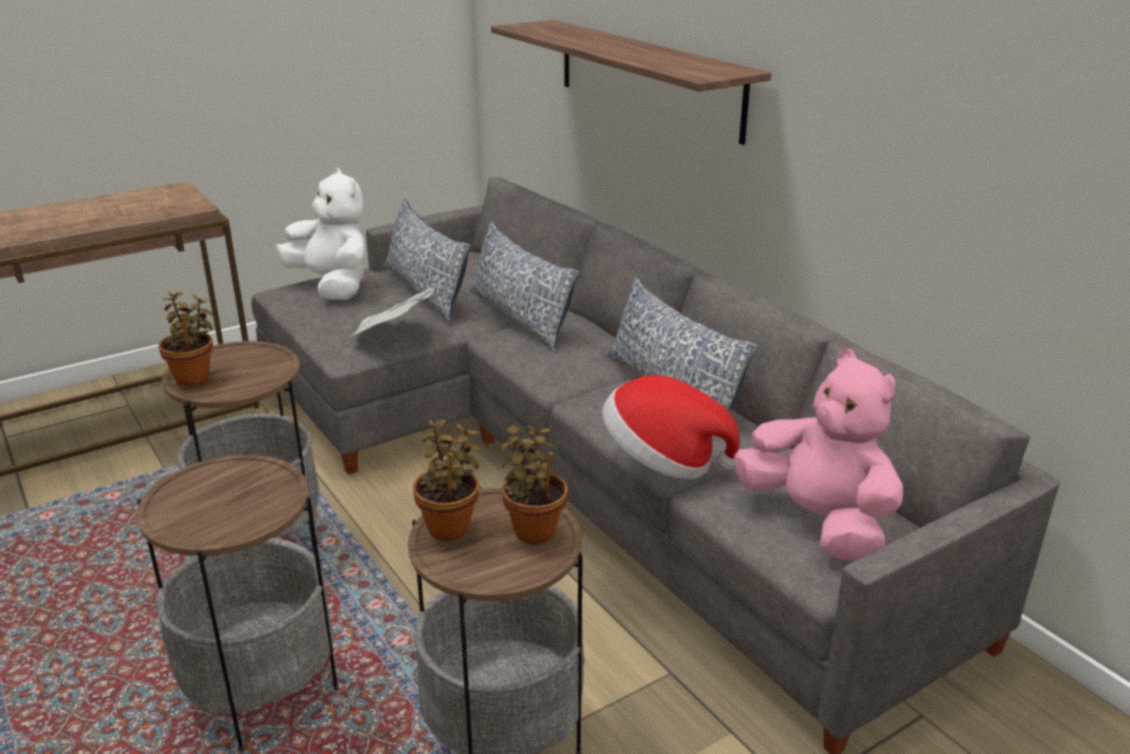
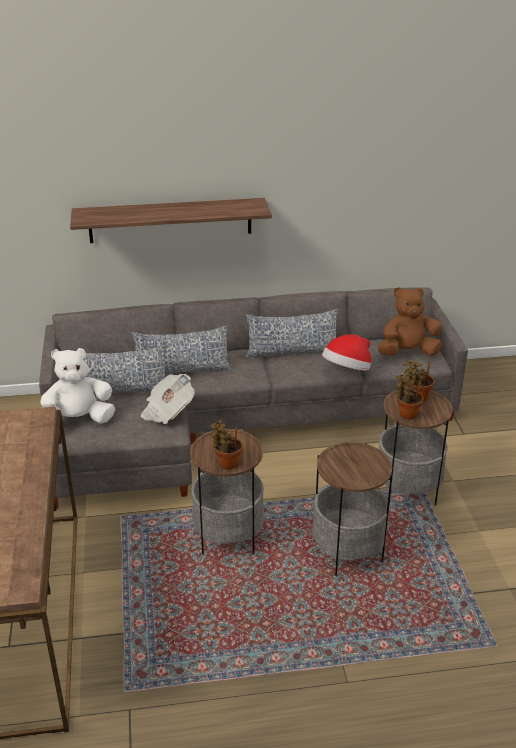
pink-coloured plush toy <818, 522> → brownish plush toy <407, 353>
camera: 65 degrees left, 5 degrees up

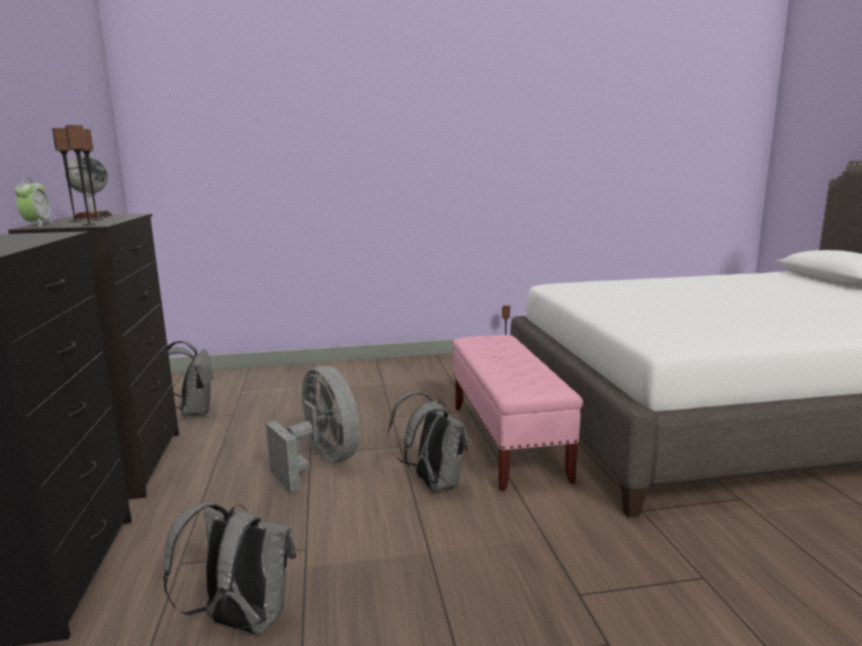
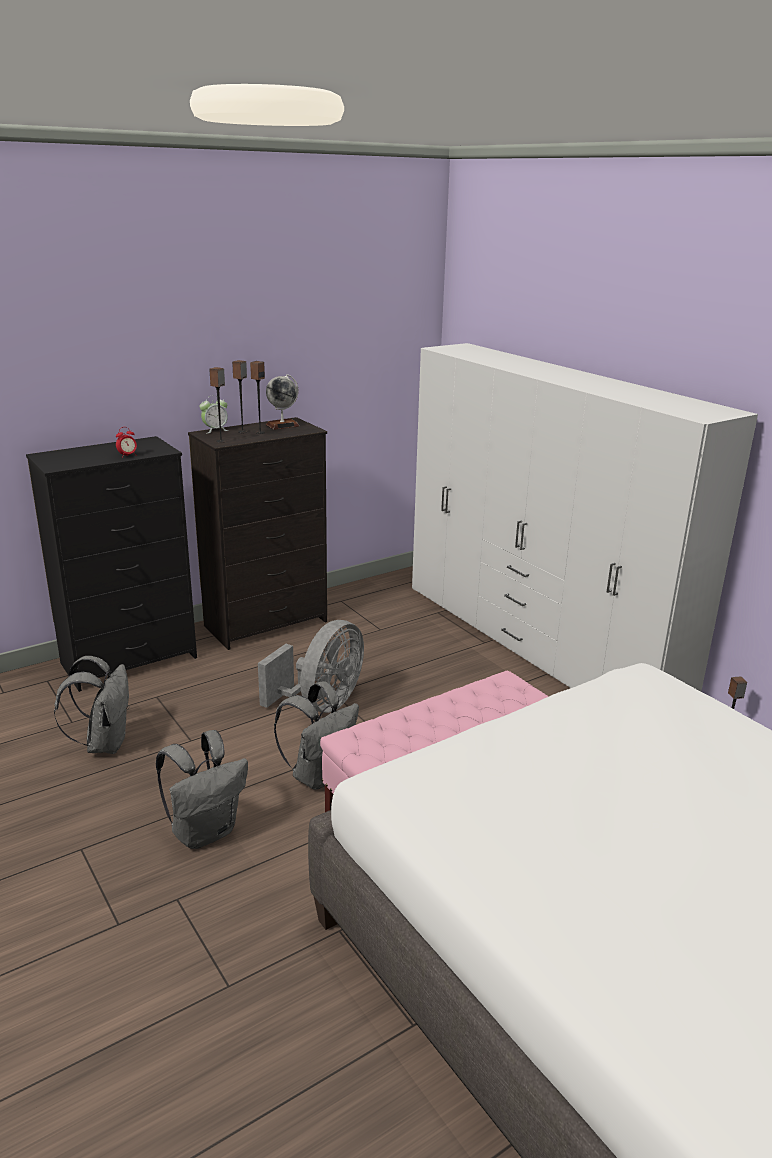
gray rucksack <193, 412> → gray rucksack <205, 831>, moved
- → alarm clock <127, 455>
- → white-coloured clothes cupboard <535, 646>
camera: 65 degrees right, 10 degrees up

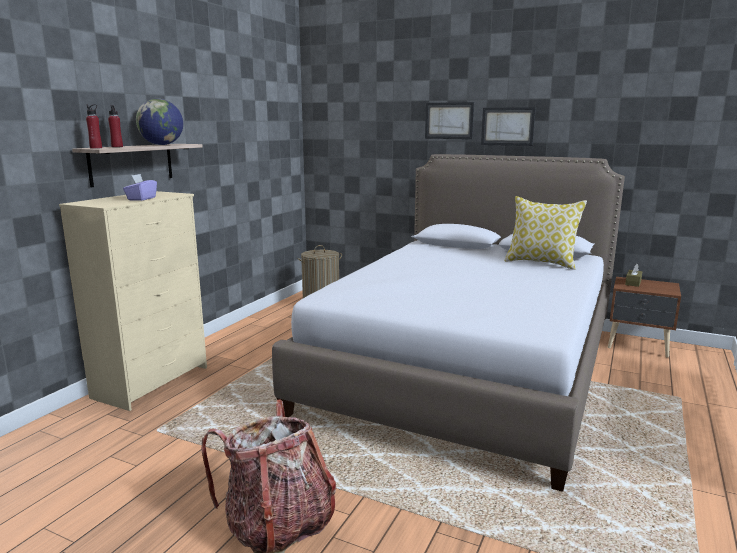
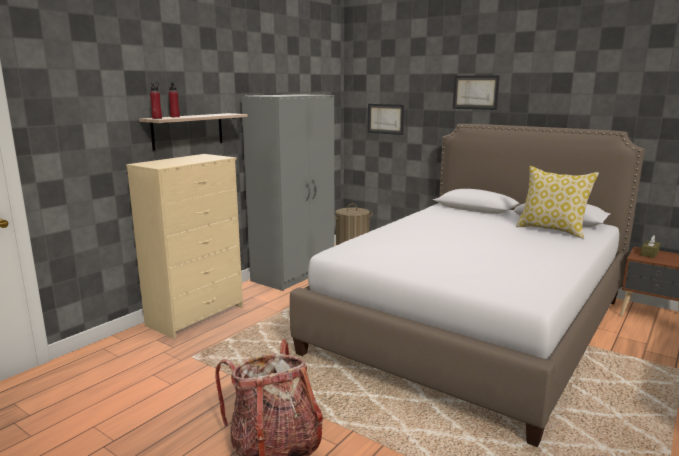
purple tissue box <141, 199> → -
desk globe <162, 145> → -
wall picture <507, 126> → wall picture <385, 119>, moved
- → gray clothes cupboard <294, 274>
camera: 10 degrees right, 0 degrees up

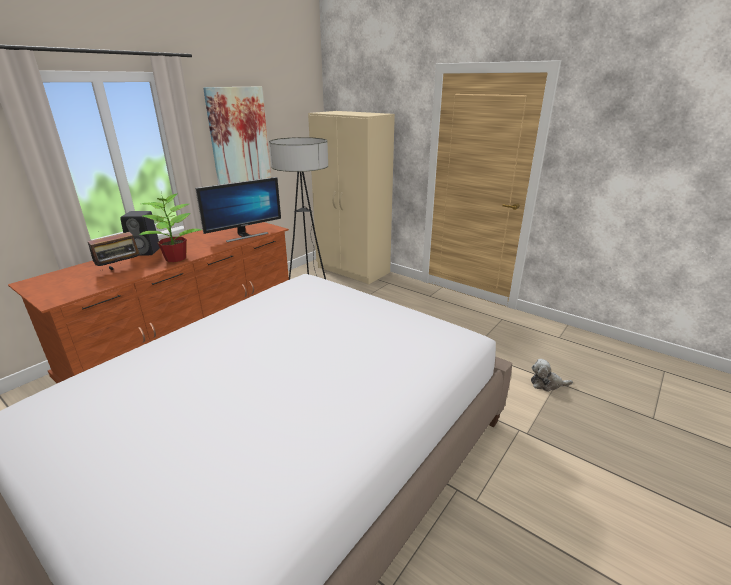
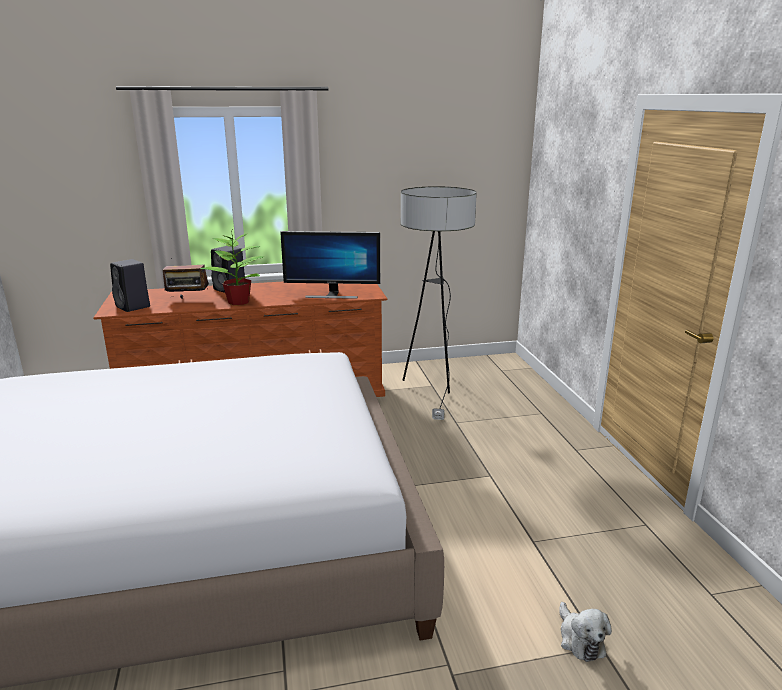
wall picture <239, 141> → -
beige clothes cupboard <353, 270> → -
plush toy <547, 384> → plush toy <580, 639>, 150 degrees counterclockwise
- → black loudspeaker <133, 307>
camera: 40 degrees right, 5 degrees down

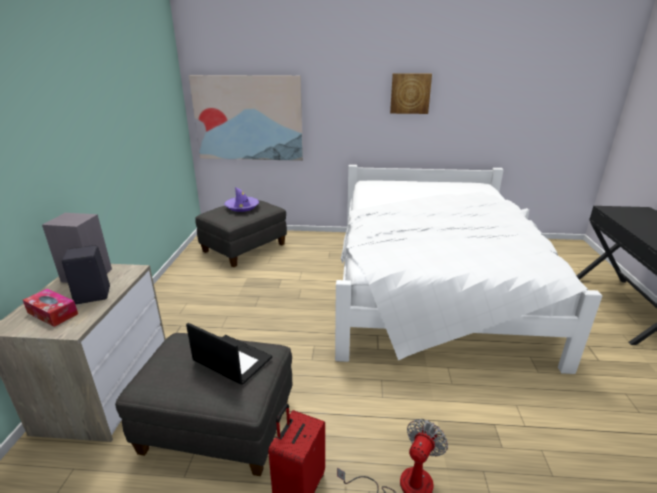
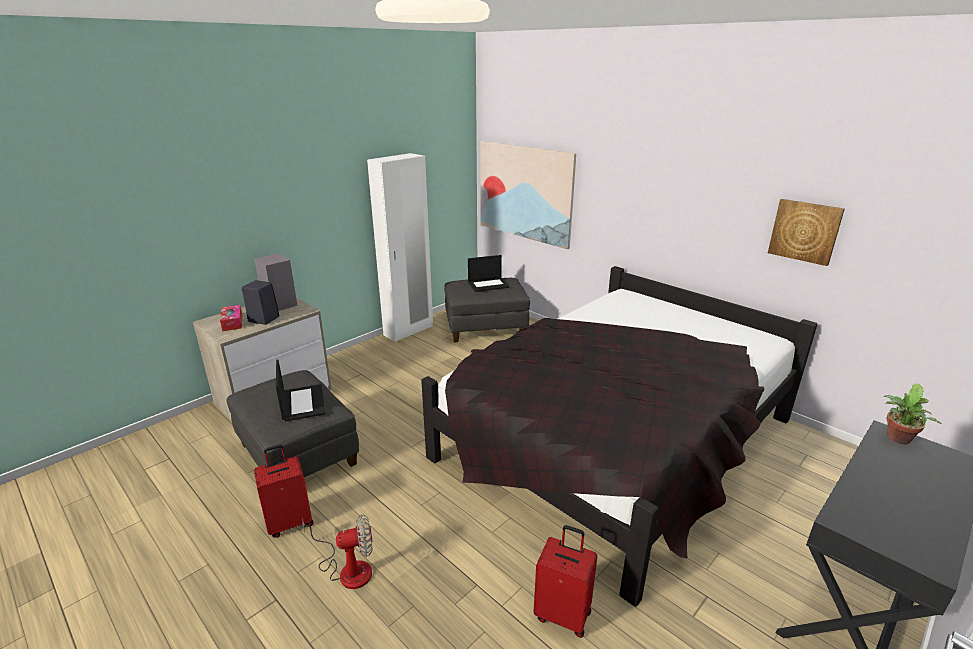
purple clothing hat <242, 207> → notebook computer <488, 284>
white-coloured bedroom bed <432, 285> → black bedroom bed <616, 440>
wall picture <410, 93> → wall picture <805, 231>, moved
- → white-coloured clothes cupboard <408, 331>
- → reddish piece of luggage <563, 614>
- → houseplant <897, 439>
camera: 40 degrees right, 0 degrees up

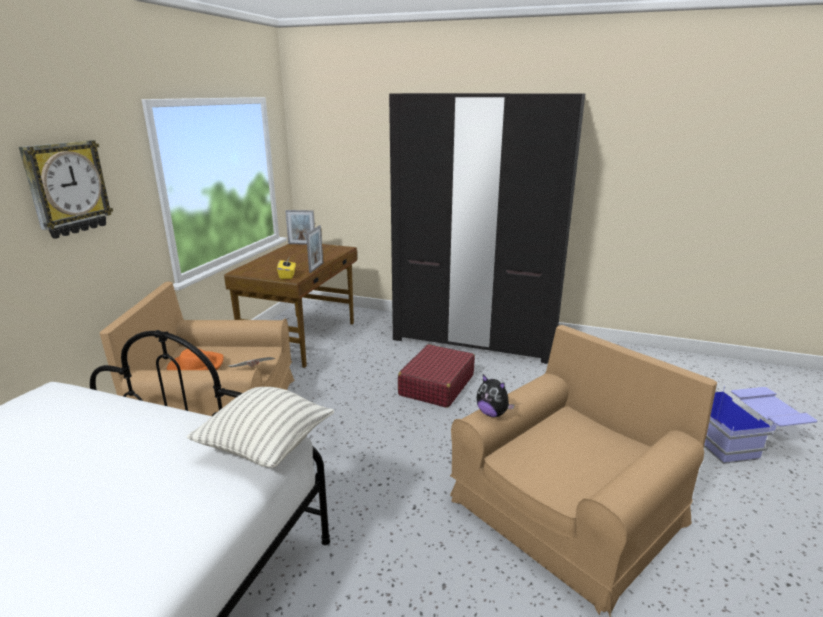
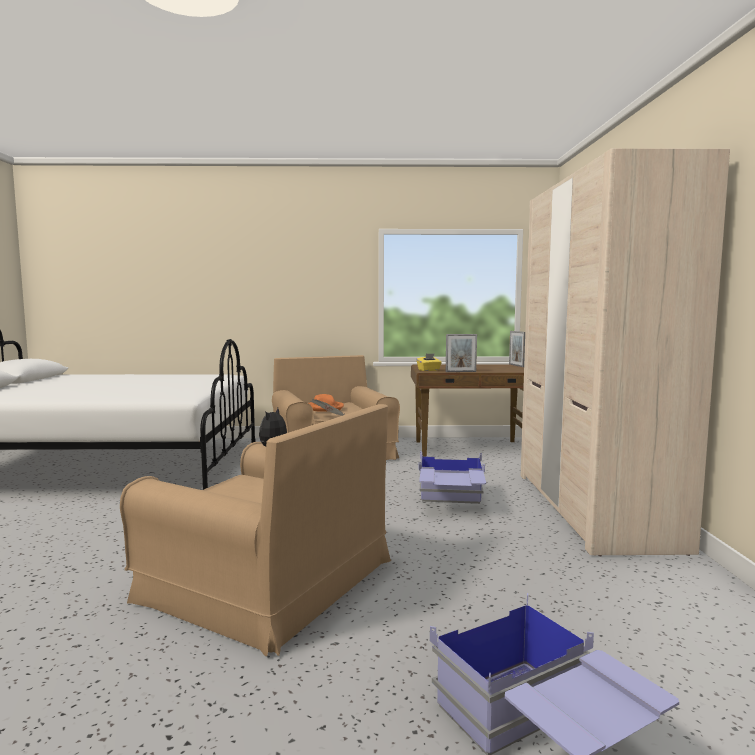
wall clock <67, 188> → -
pillow <266, 447> → -
black clothes cupboard <475, 338> → beige clothes cupboard <592, 508>
reddish piece of luggage <436, 385> → blue-coloured storage container <450, 504>
camera: 70 degrees right, 15 degrees down

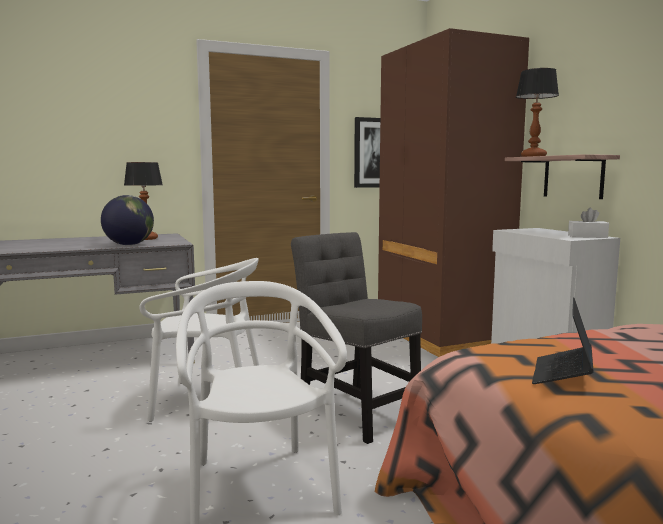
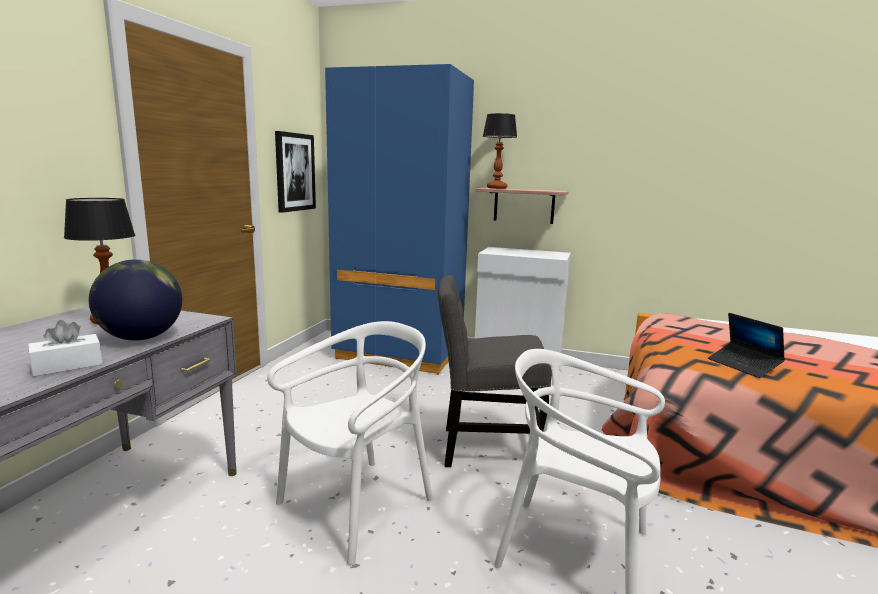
brownish clothes cupboard <440, 336> → blue-coloured clothes cupboard <399, 353>
white-coloured tissue box <587, 236> → white-coloured tissue box <67, 366>, moved
camera: 50 degrees left, 5 degrees up

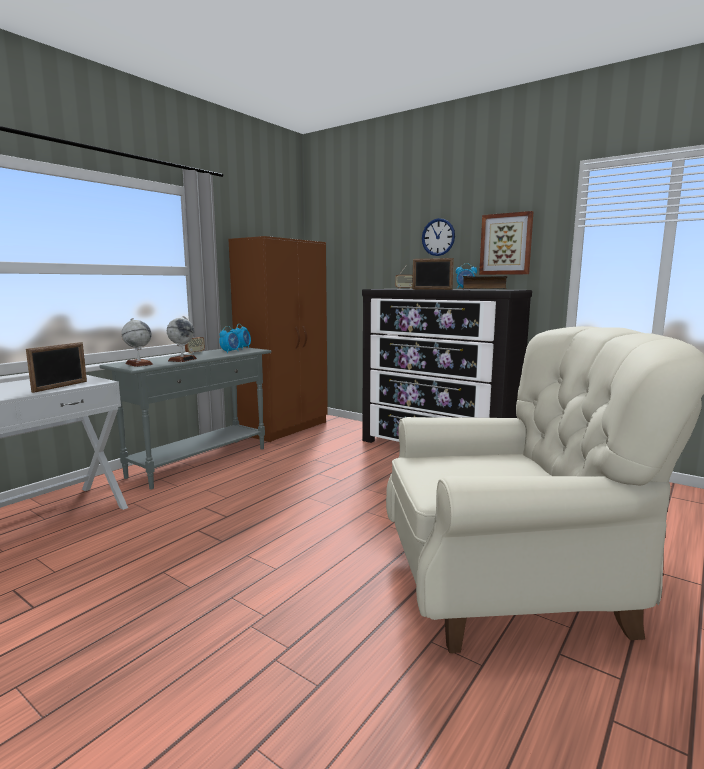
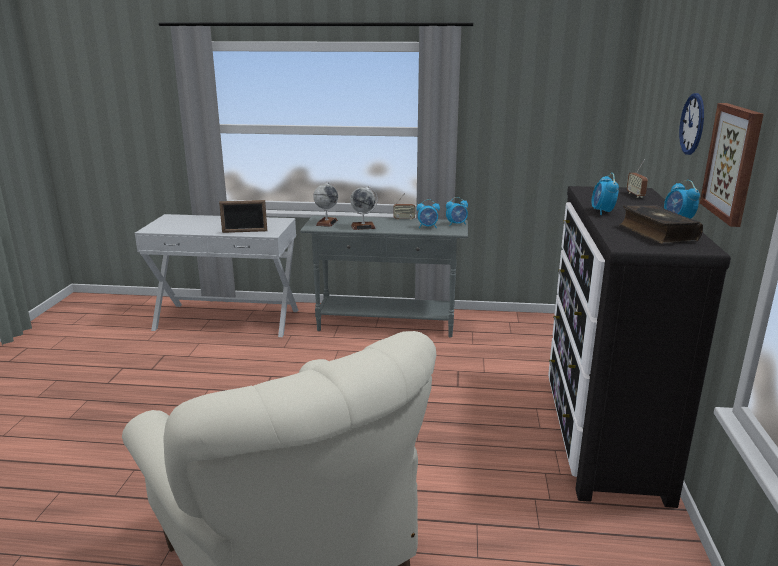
brownish clothes cupboard <285, 428> → -
picture frame <431, 289> → alarm clock <602, 212>
camera: 60 degrees right, 10 degrees up

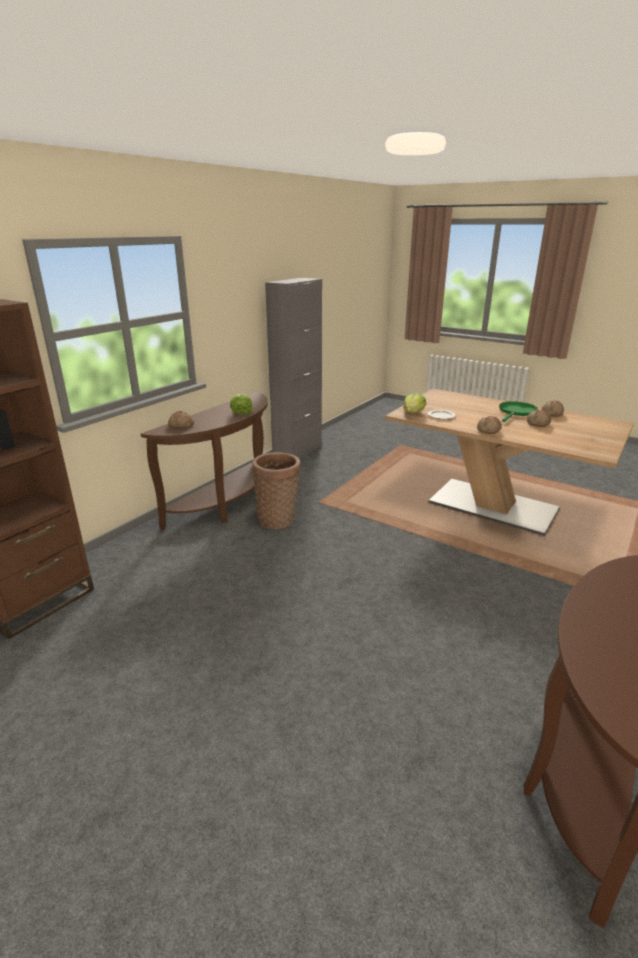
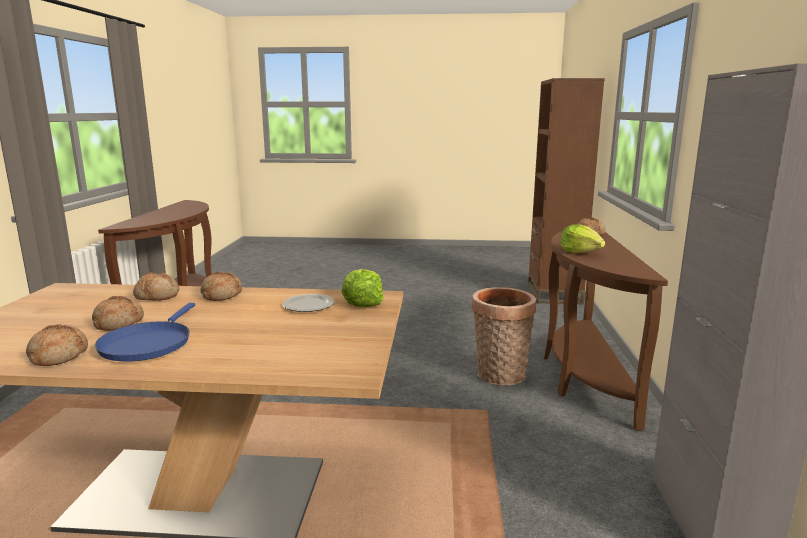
green skillet <516, 412> → blue-coloured skillet <148, 343>
- → bread <157, 296>
camera: 150 degrees right, 10 degrees down

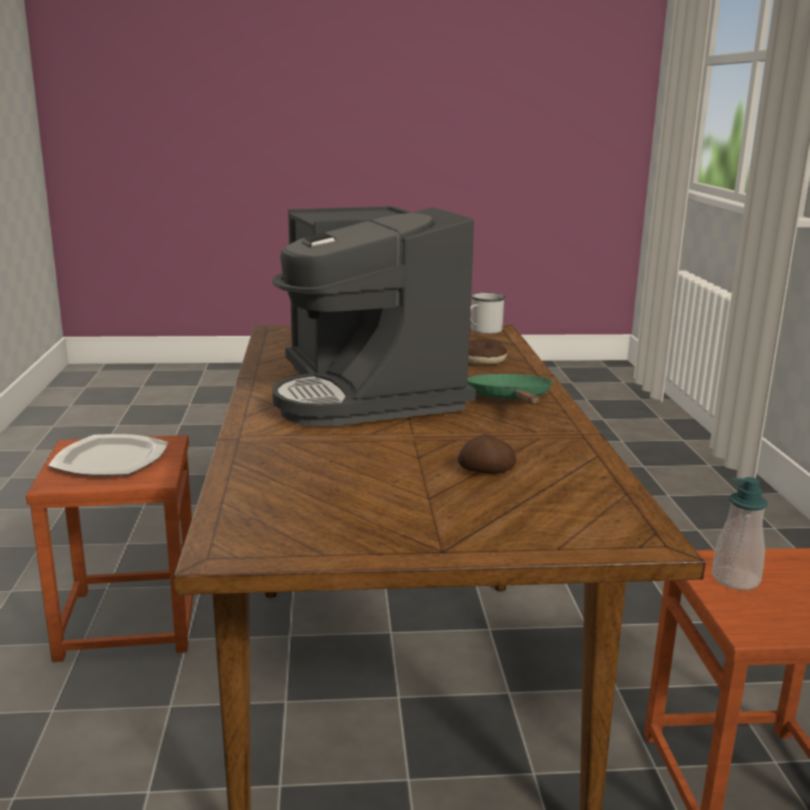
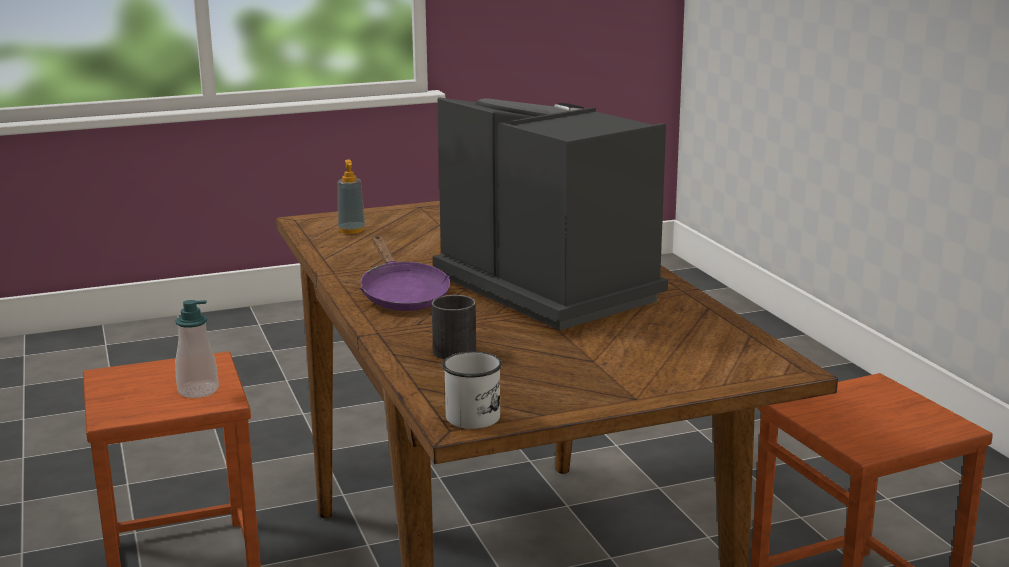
plate <112, 459> → -
potato <487, 472> → -
green skillet <511, 401> → purple skillet <402, 296>
ring doughnut <483, 360> → black tea mug <451, 348>
- → soap bottle <351, 230>
camera: 165 degrees right, 0 degrees up

